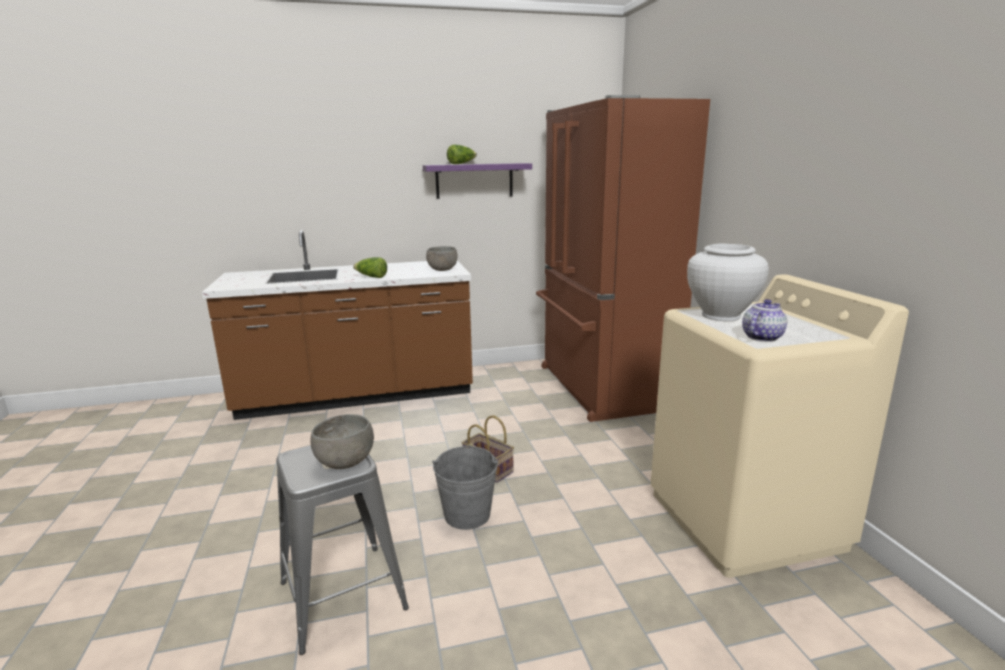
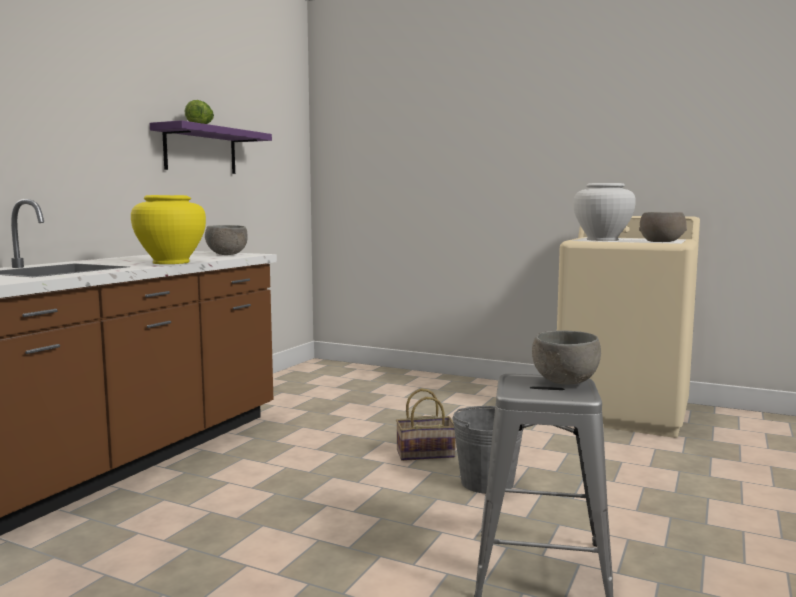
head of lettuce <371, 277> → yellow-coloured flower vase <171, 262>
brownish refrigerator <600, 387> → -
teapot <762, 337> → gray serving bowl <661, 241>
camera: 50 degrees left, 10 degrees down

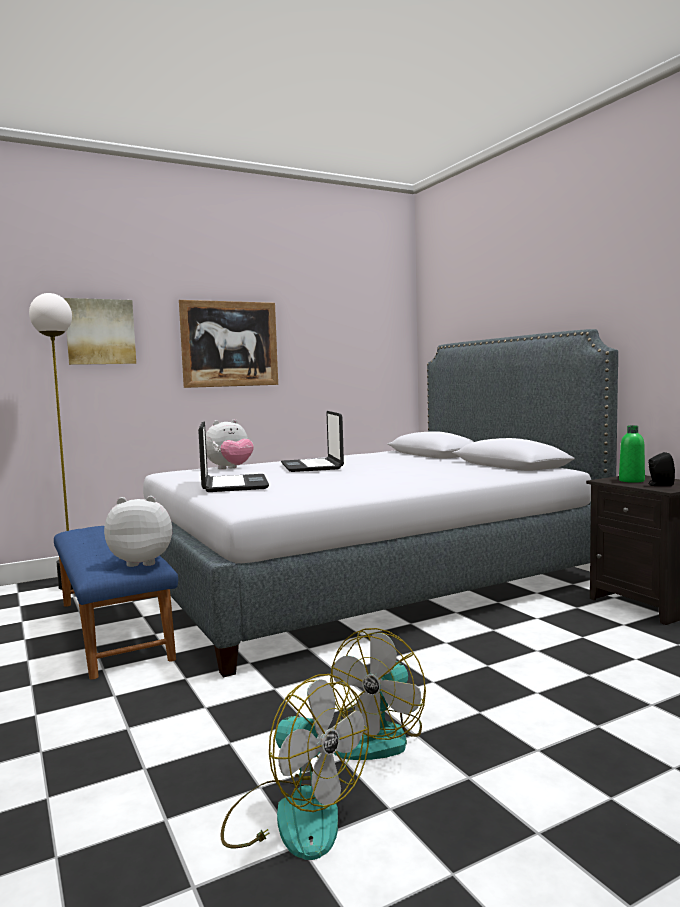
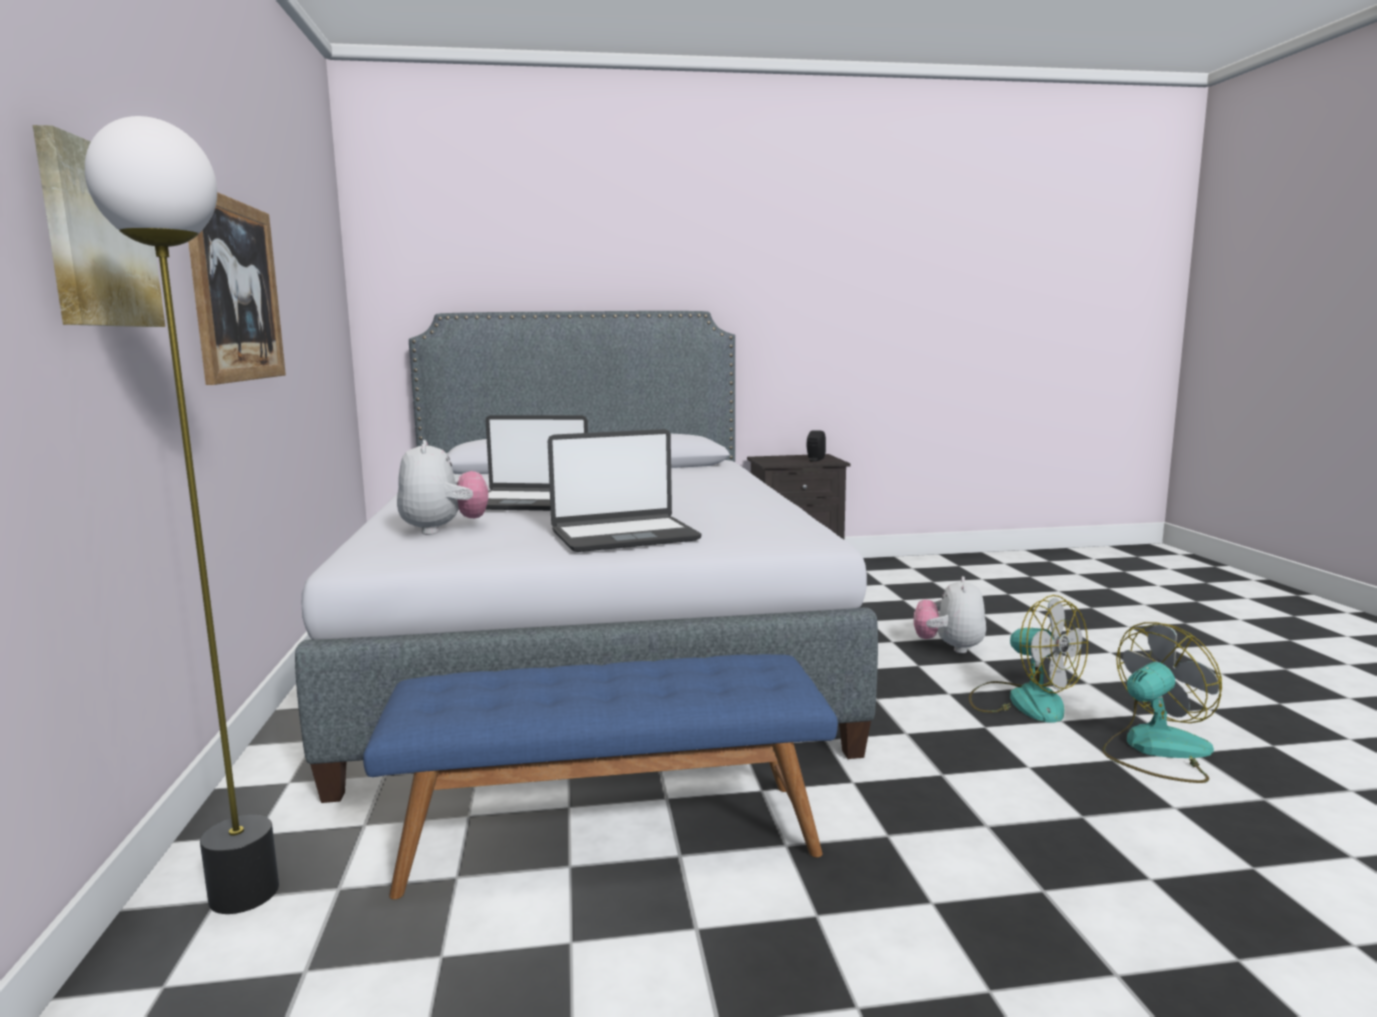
plush toy <143, 562> → plush toy <949, 647>, moved
notebook computer <233, 485> → notebook computer <624, 536>, 150 degrees clockwise
green beverage bottle <631, 480> → -
camera: 70 degrees left, 5 degrees up

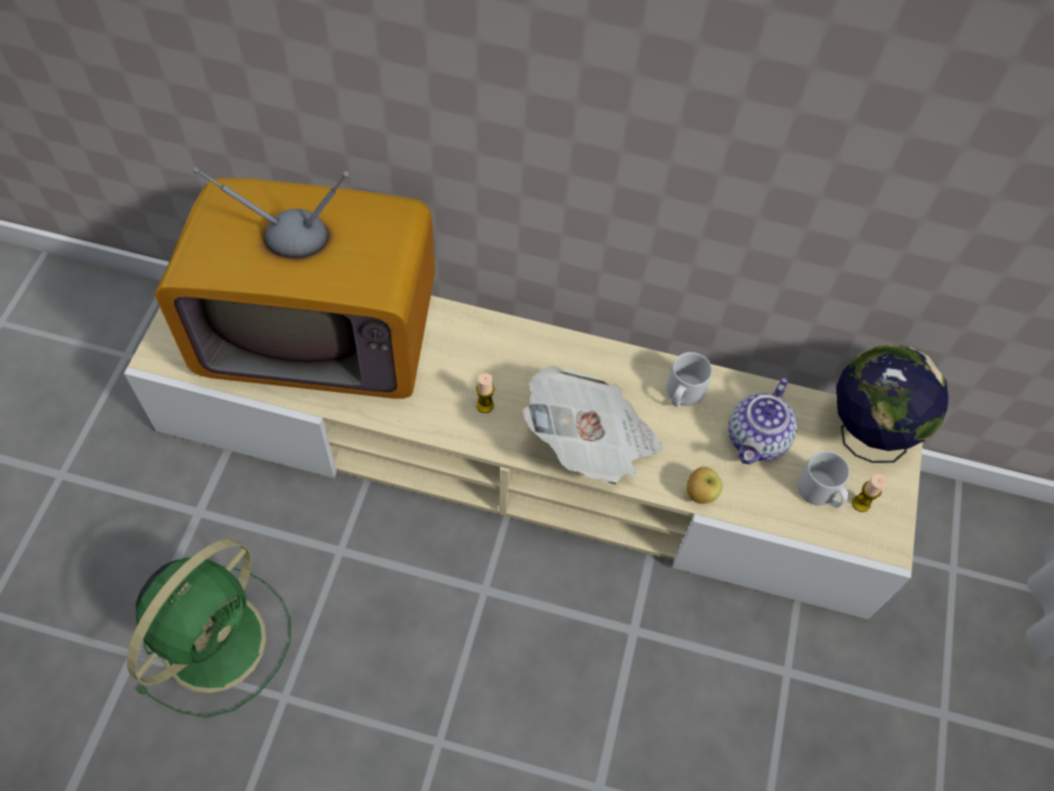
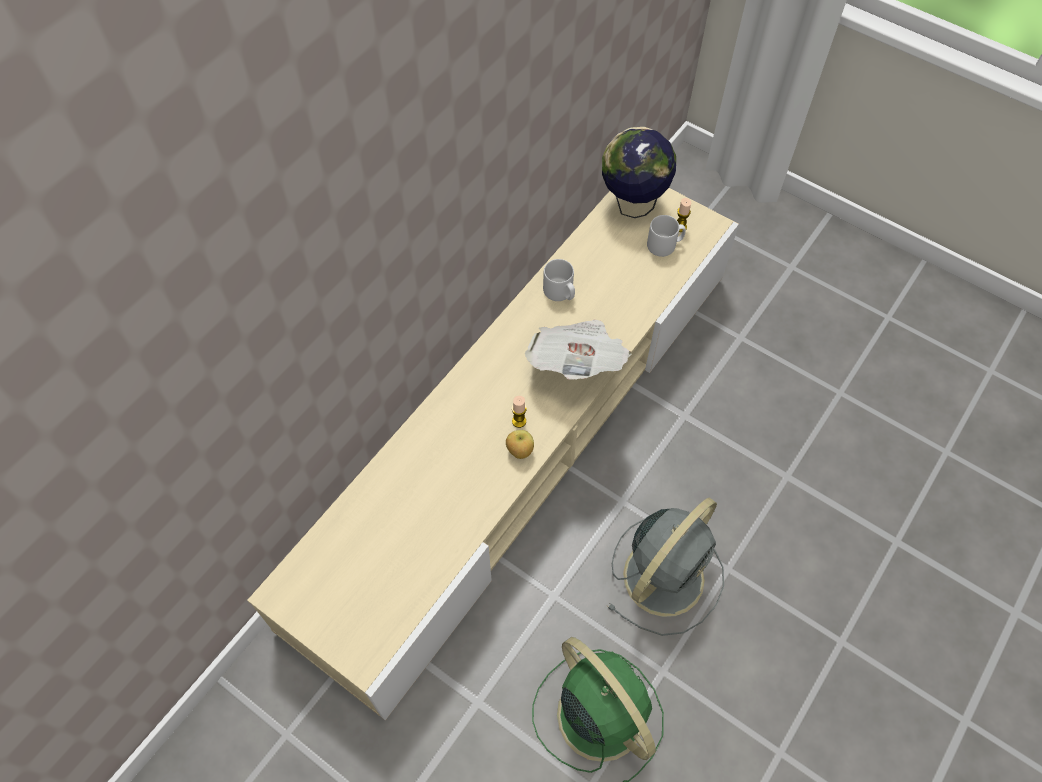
television <320, 334> → -
apple fruit <700, 493> → apple fruit <519, 451>, moved
teapot <757, 439> → -
- → gray cooling fan <666, 574>
camera: 65 degrees left, 0 degrees up

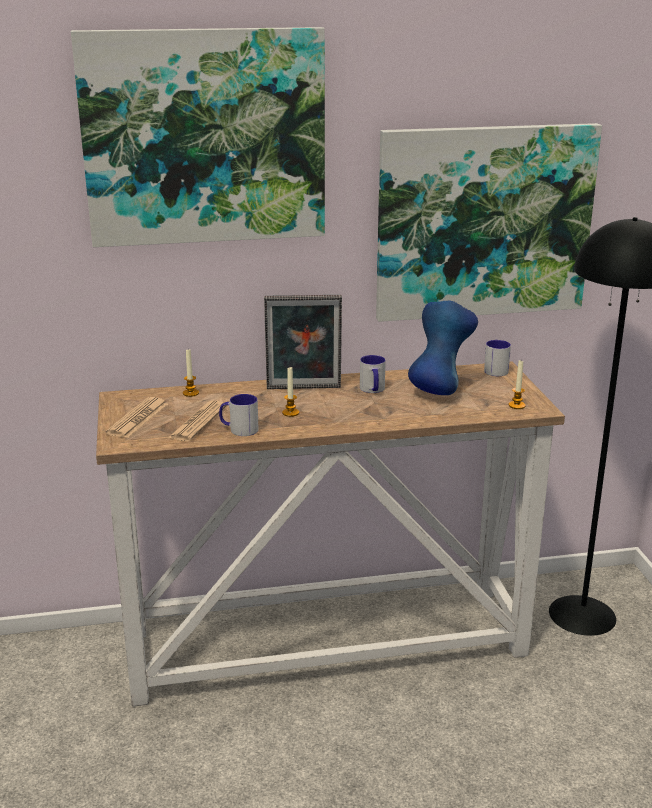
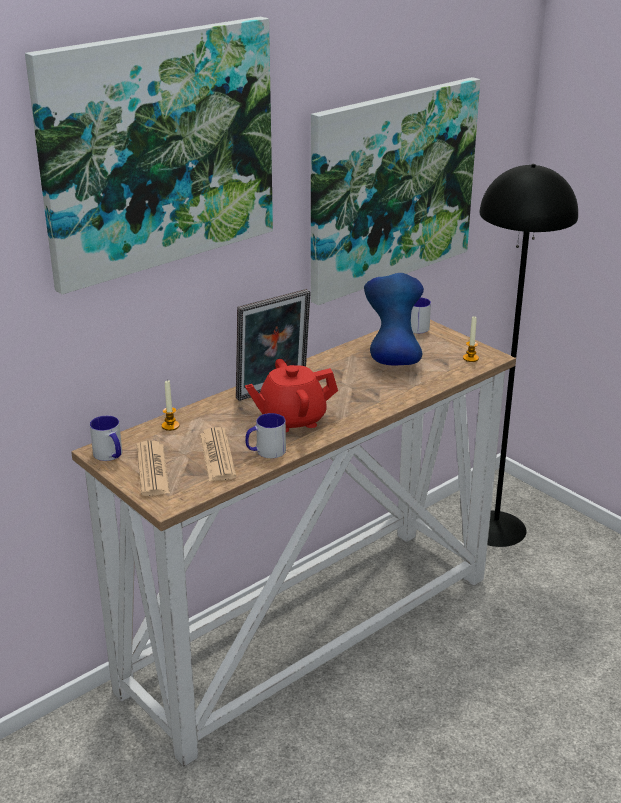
wax light <290, 413> → reddish teapot <291, 420>
tea mug <373, 390> → tea mug <110, 455>, moved
camera: 30 degrees left, 5 degrees up

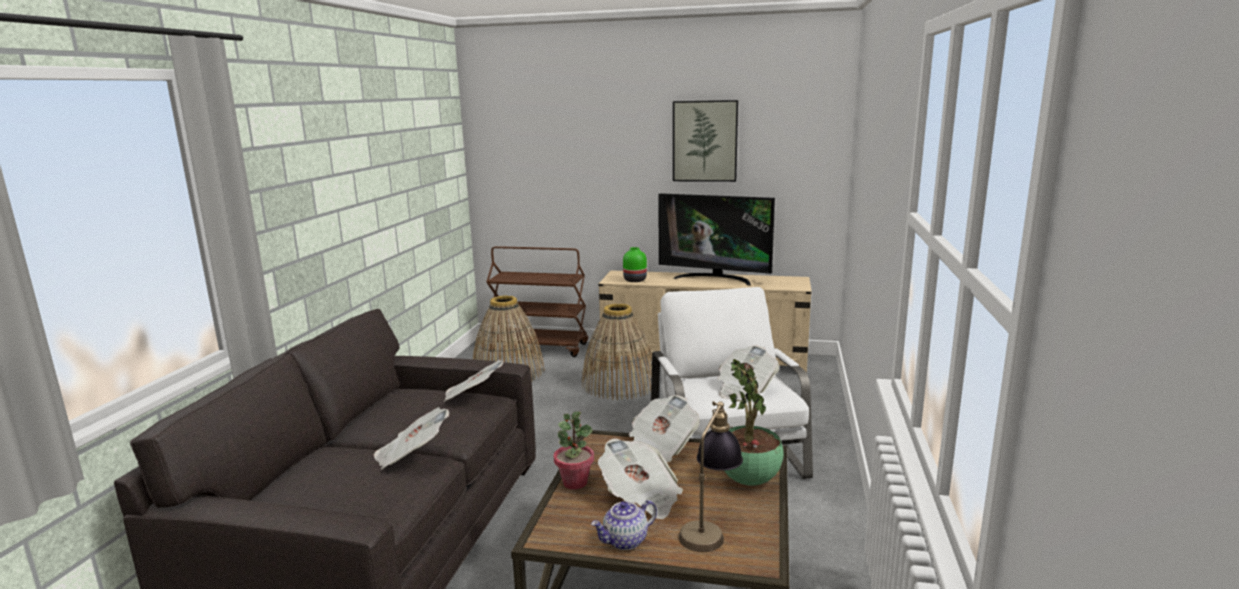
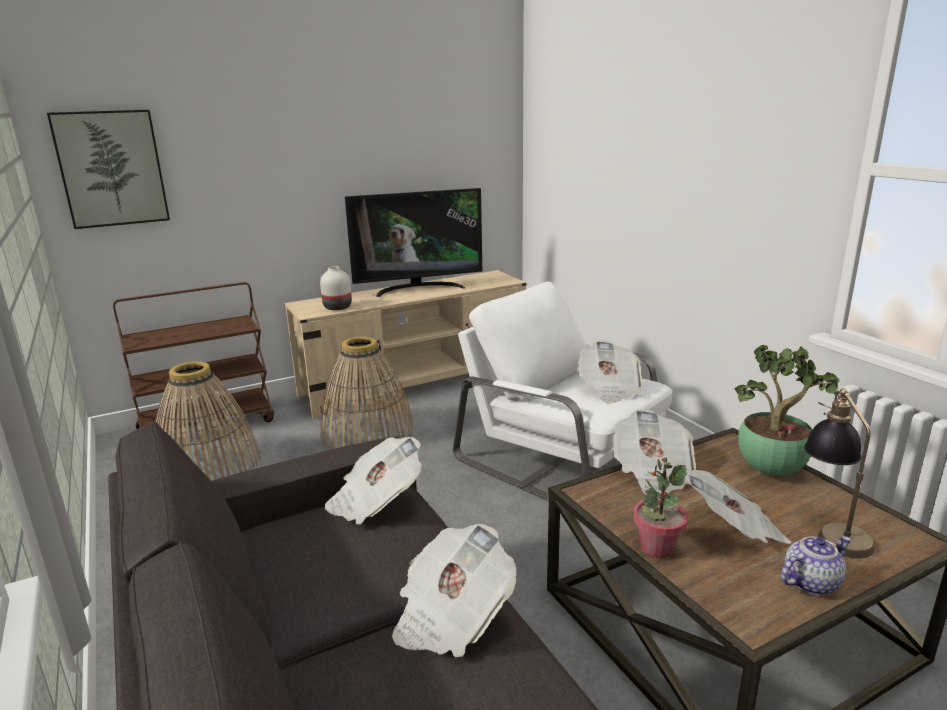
teapot <625, 541> → teapot <811, 582>, 135 degrees counterclockwise
green flower vase <635, 280> → white-coloured flower vase <338, 307>
wall picture <705, 141> → wall picture <111, 168>, moved
camera: 40 degrees left, 5 degrees up

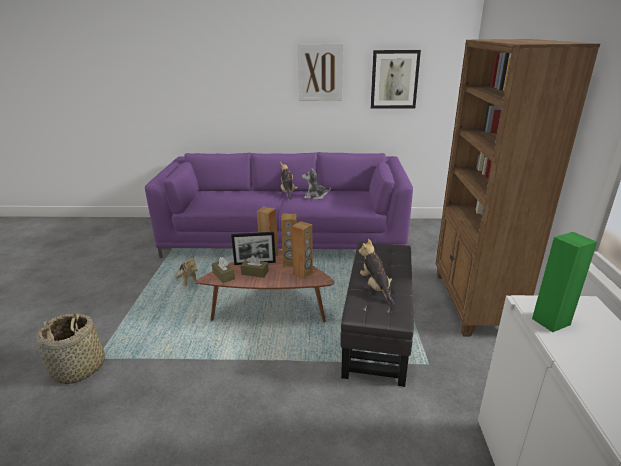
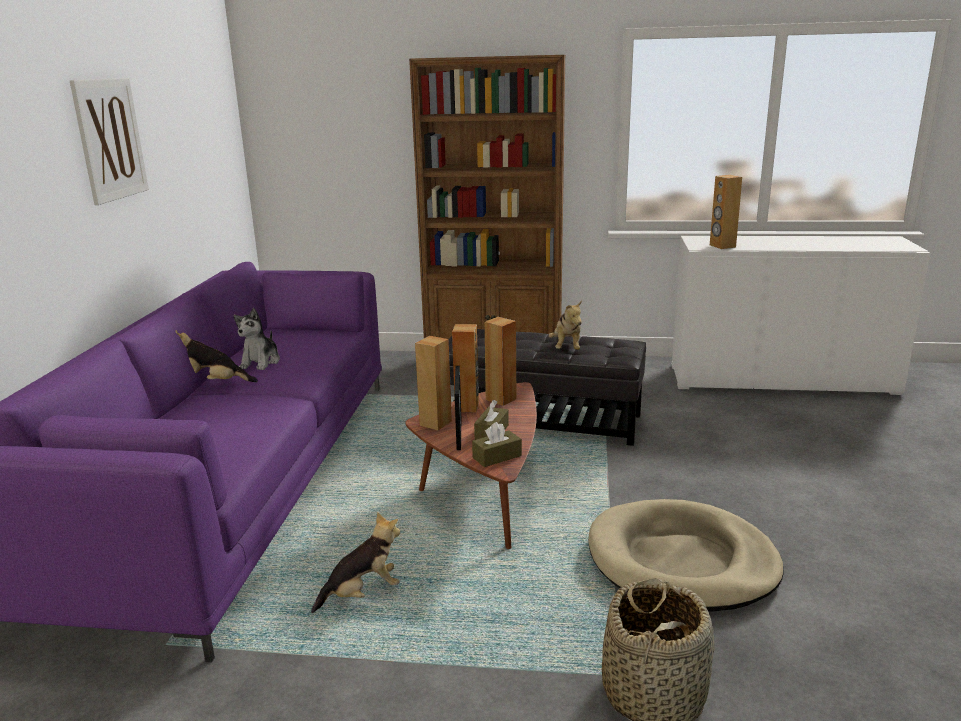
plush toy <375, 287> → plush toy <567, 348>, 75 degrees counterclockwise
wall picture <394, 79> → -
green loudspeaker <550, 321> → brownish loudspeaker <722, 246>
- → beige dog cushion <681, 561>
camera: 85 degrees left, 5 degrees down

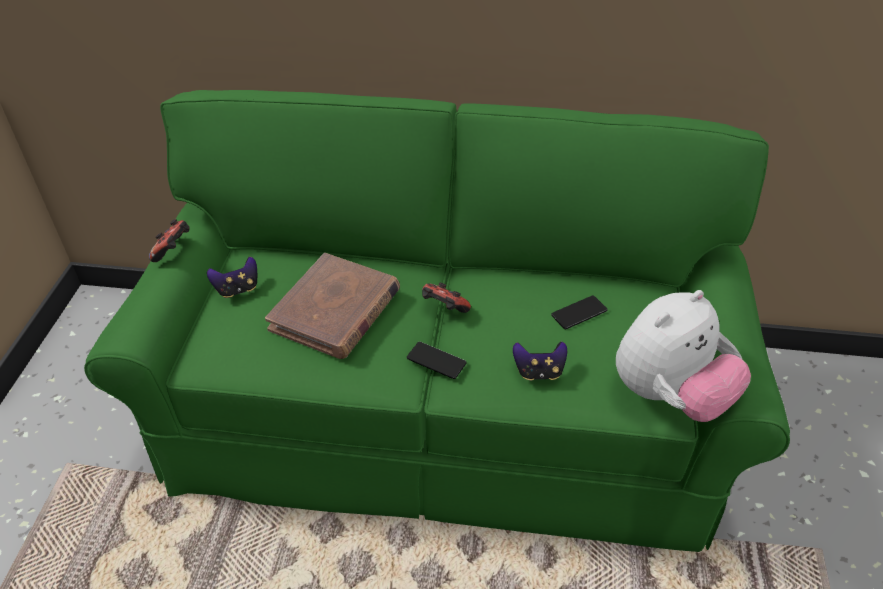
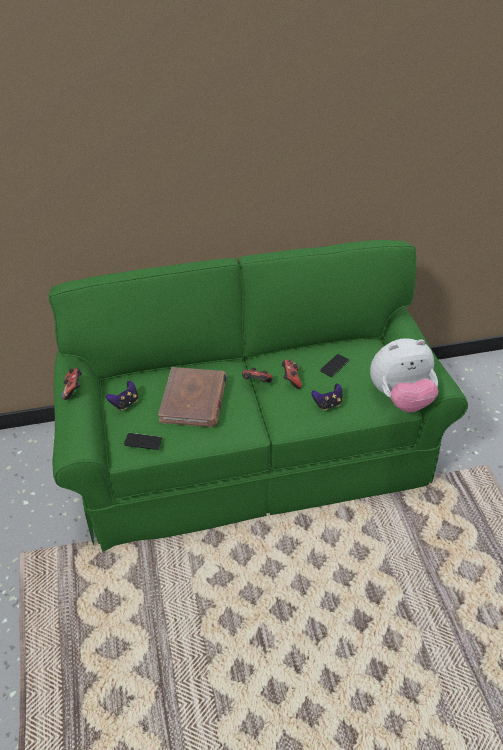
telephone <436, 361> → telephone <143, 441>, moved
plush toy <669, 395> → plush toy <400, 398>, 45 degrees clockwise
- → game controller <291, 379>
camera: 20 degrees left, 0 degrees up

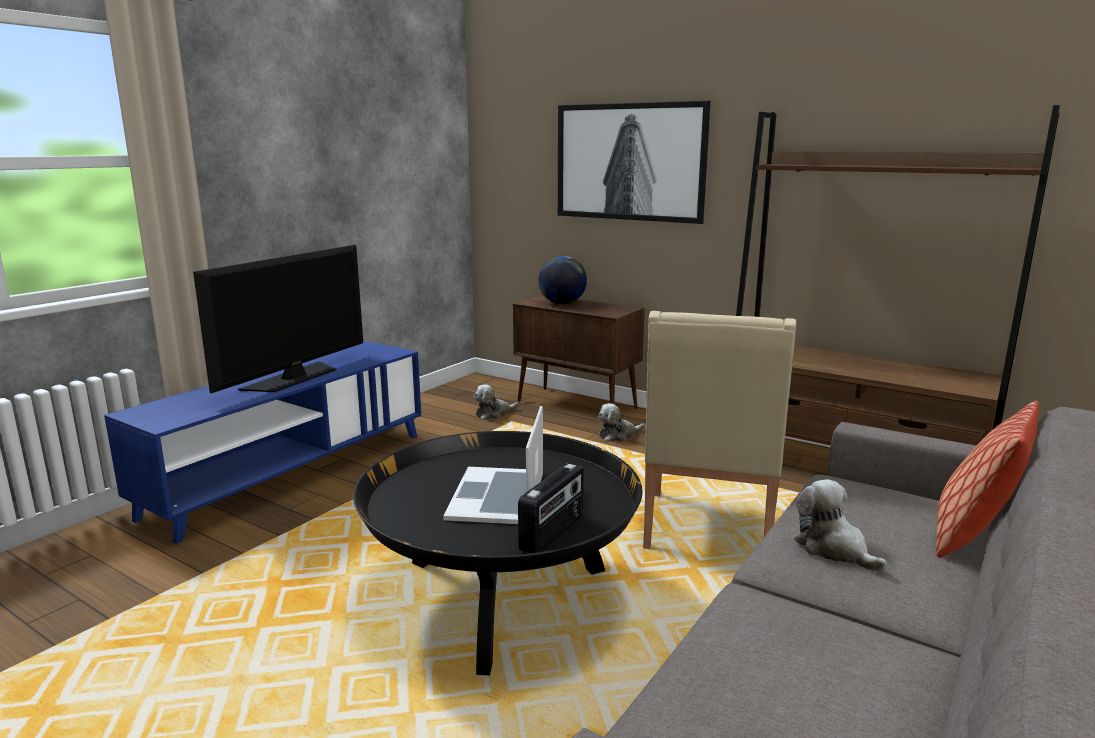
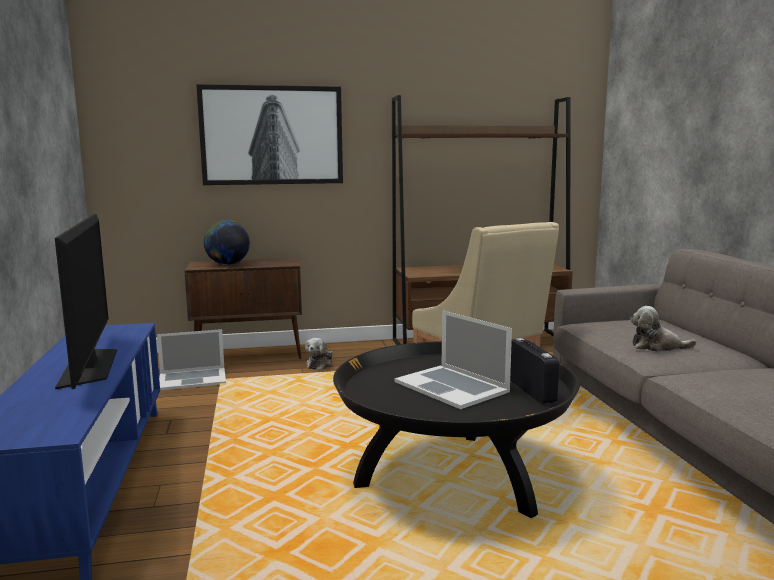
plush toy <494, 414> → notebook computer <192, 379>
pillow <974, 536> → -
camera: 45 degrees left, 5 degrees down

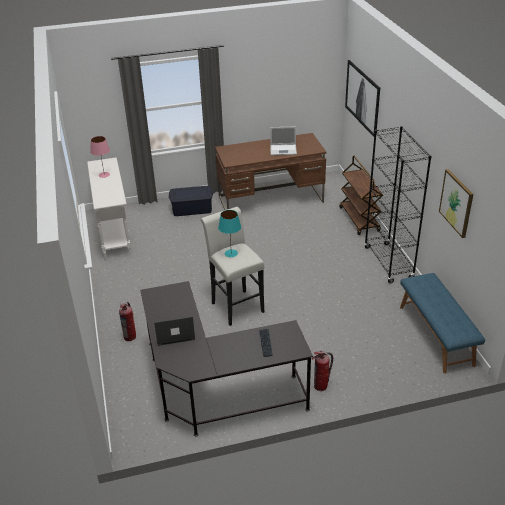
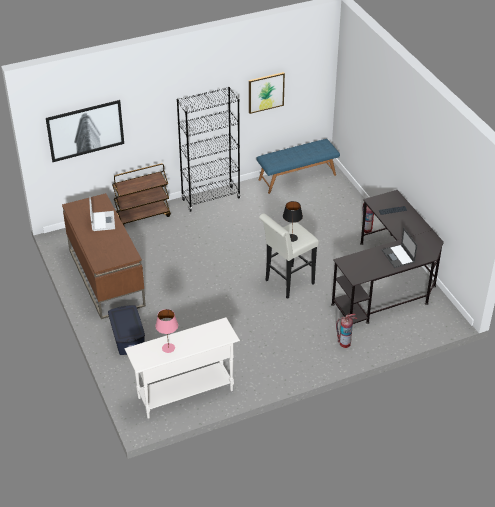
turquoise-coloured table lamp <230, 253> → black table lamp <291, 238>
camera: 100 degrees left, 5 degrees up

